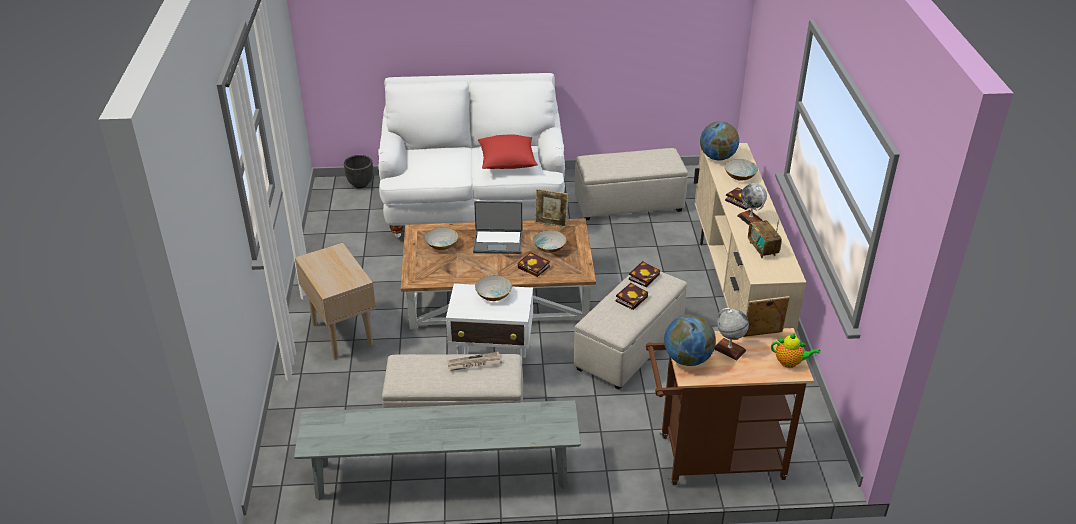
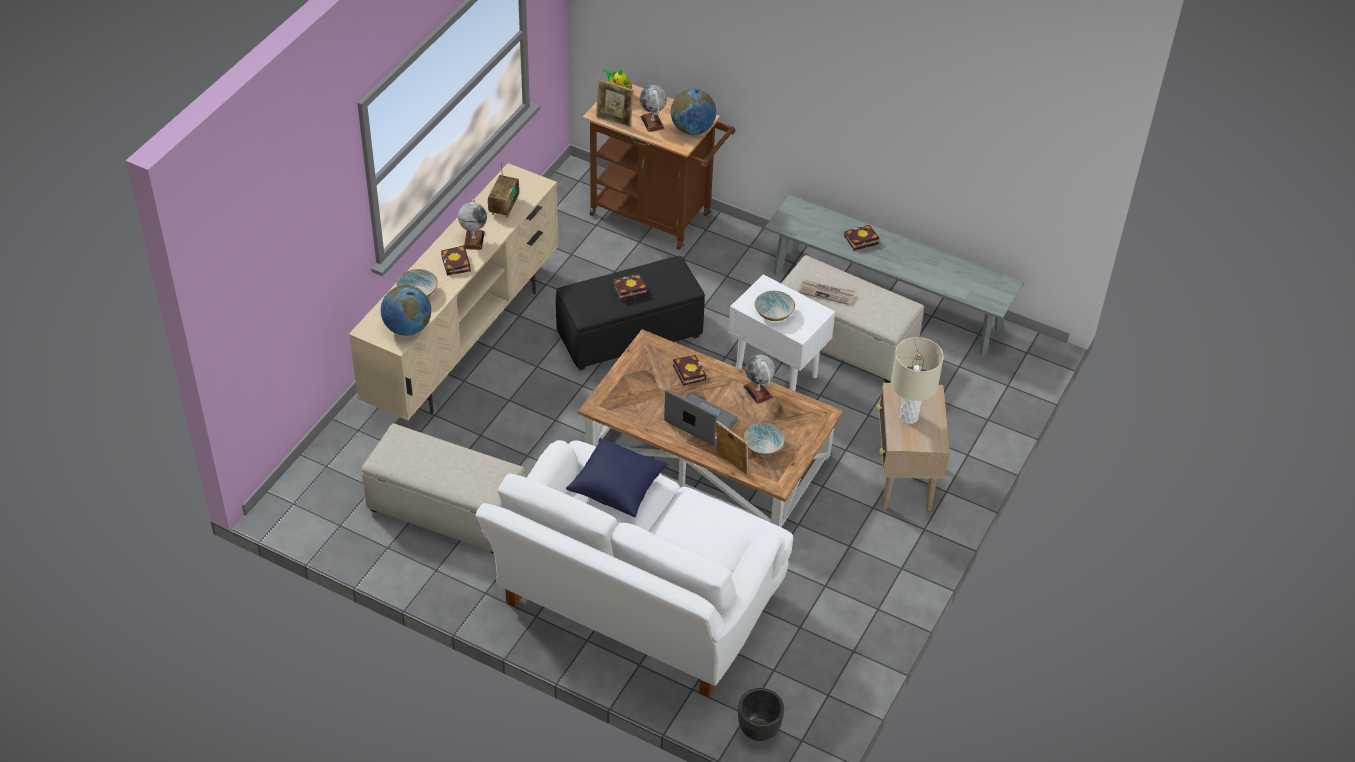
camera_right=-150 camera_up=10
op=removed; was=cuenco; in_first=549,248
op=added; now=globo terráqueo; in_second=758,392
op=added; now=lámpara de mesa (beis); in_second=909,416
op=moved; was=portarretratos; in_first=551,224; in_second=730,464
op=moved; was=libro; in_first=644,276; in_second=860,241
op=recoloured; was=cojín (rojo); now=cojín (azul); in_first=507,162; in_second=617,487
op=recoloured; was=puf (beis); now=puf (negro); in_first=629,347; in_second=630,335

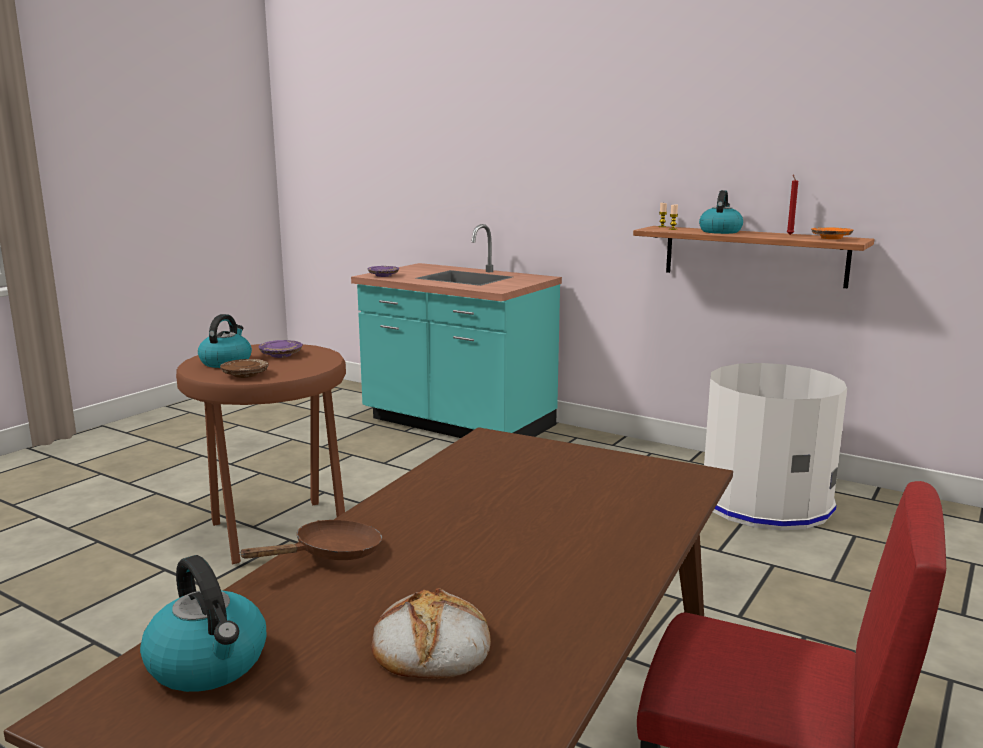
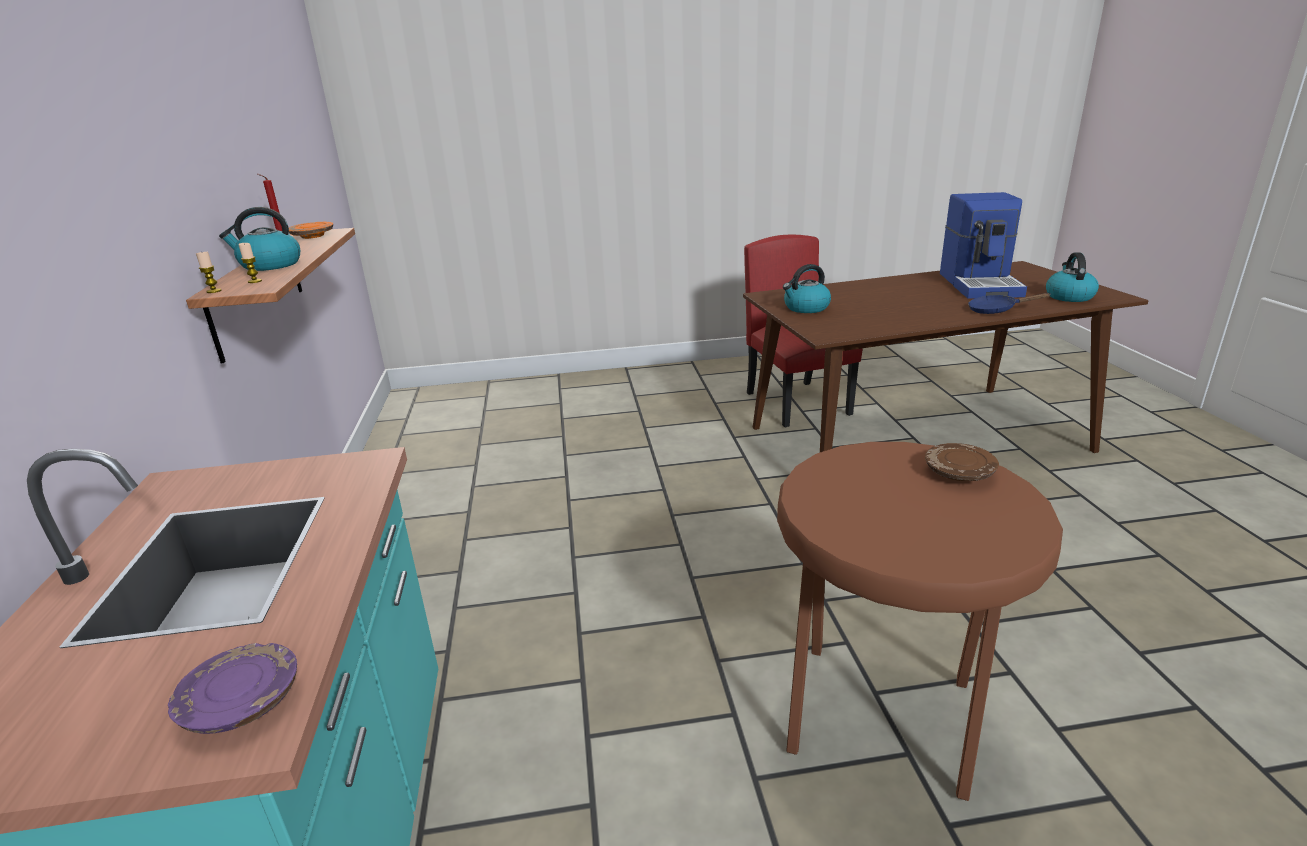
camera_right=-130 camera_up=10
op=removed; was=plato (morado); in_first=281,355
op=removed; was=papelera (blanco); in_first=765,502
op=moved; was=hervidor; in_first=226,362; in_second=806,308
op=replaced; was=pan; now=cafetera; in_first=430,646; in_second=980,284
op=recoloured; was=sartén (marrón); now=sartén (azul); in_first=330,554; in_second=996,310

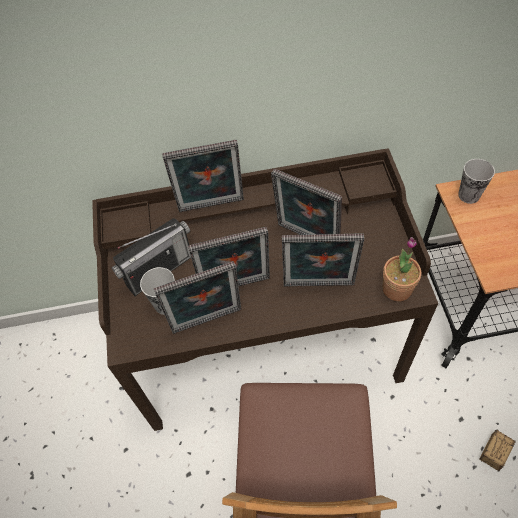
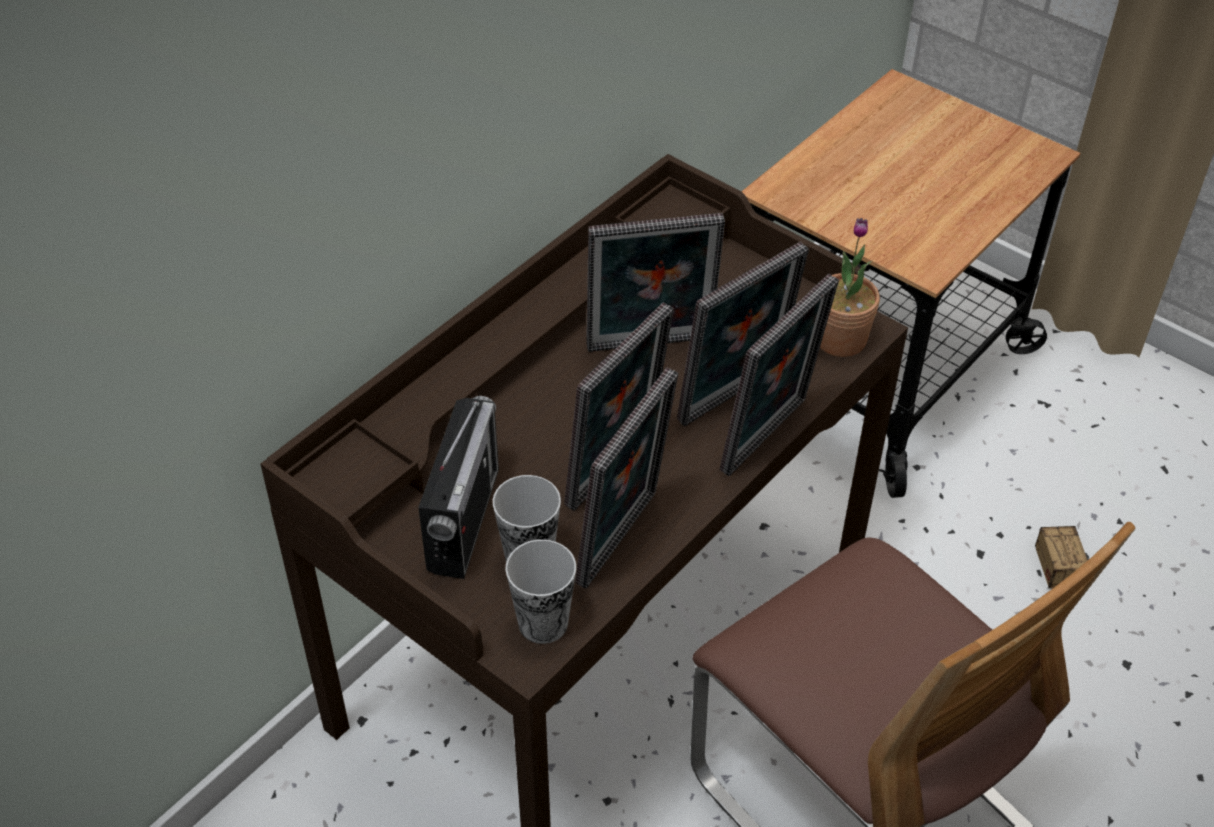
camera_right=-45 camera_up=-10
op=moved; was=portarretratos; in_first=211,207; in_second=770,438
op=moved; was=taza; in_first=468,195; in_second=543,623

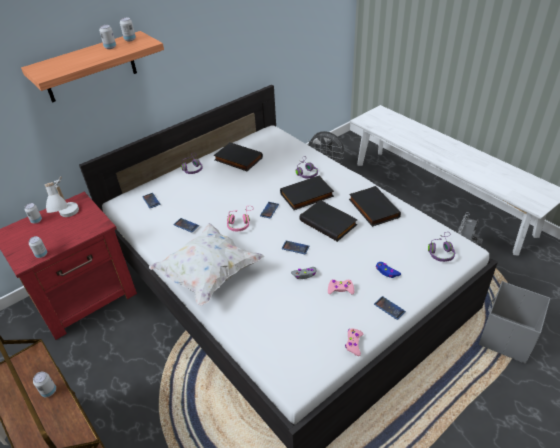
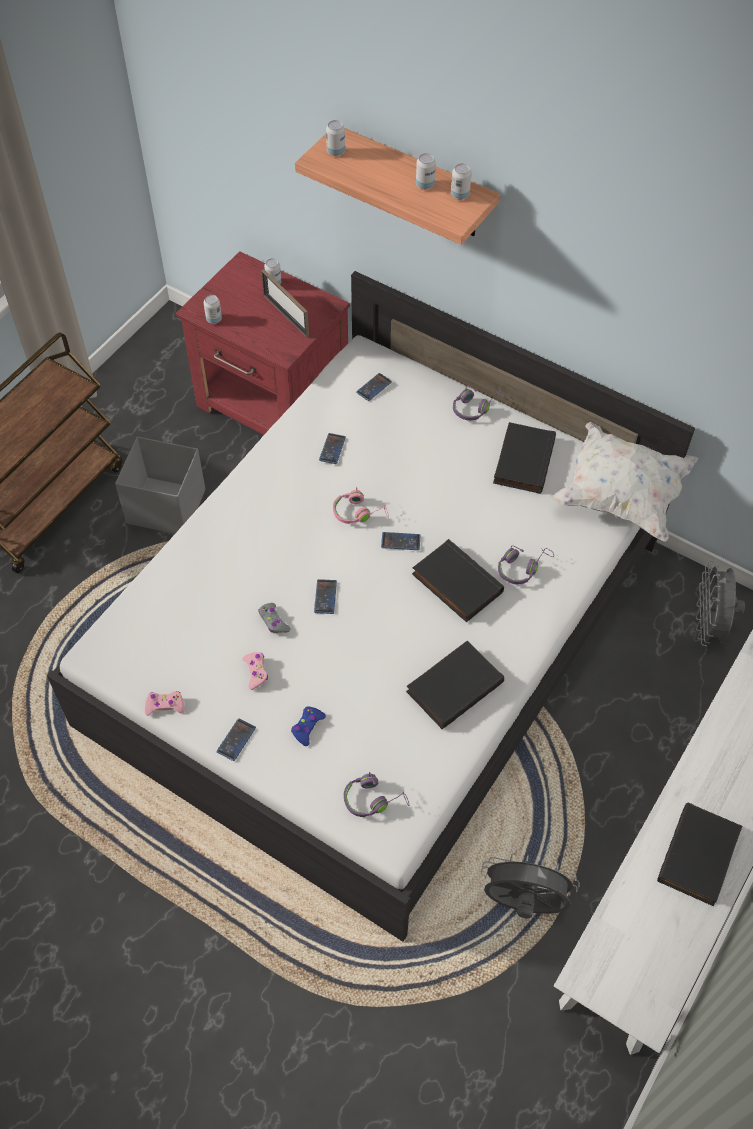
camera_right=70 camera_up=15
op=moved; was=lata; in_first=49,391; in_second=336,152
op=moved; was=cojín (blanco); in_first=209,275; in_second=620,496
op=moved; was=libro (negro); in_first=329,222; in_second=700,857
op=moved; was=caja de almacenaje (gris); in_first=506,337; in_second=165,506
op=replaced; was=lámpara de mesa (blanco); now=portarretratos; in_first=70,219; in_second=286,315

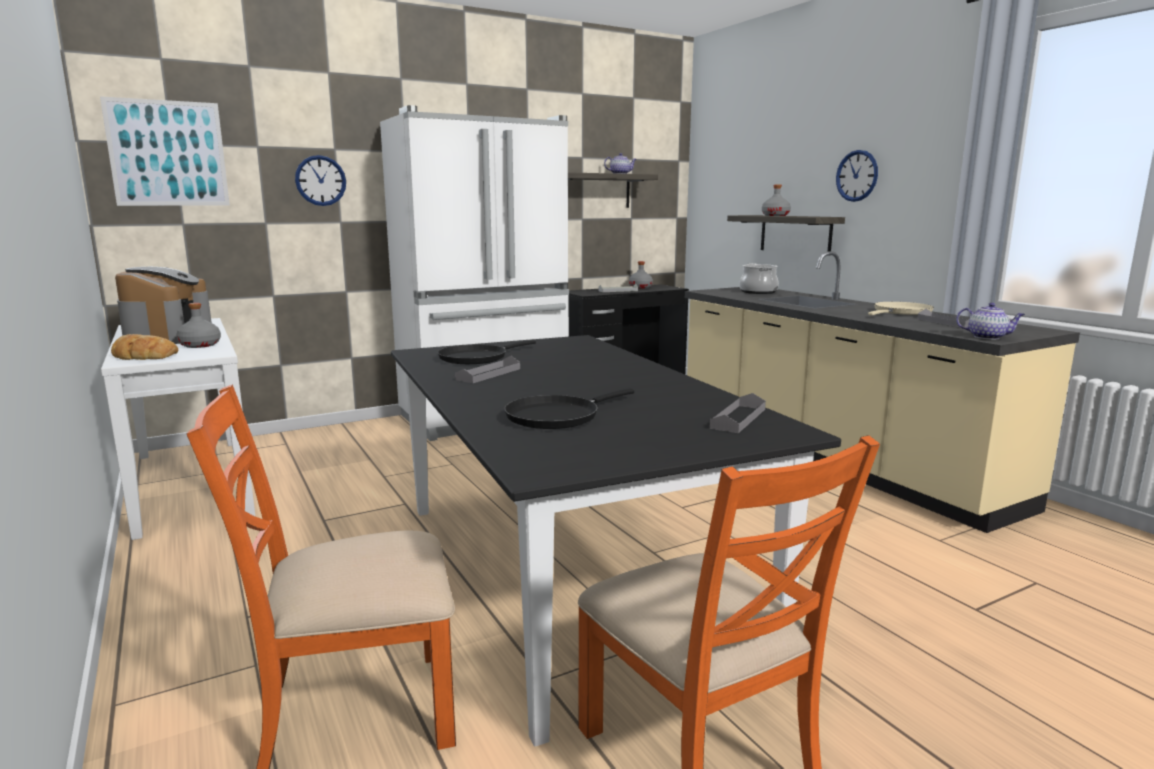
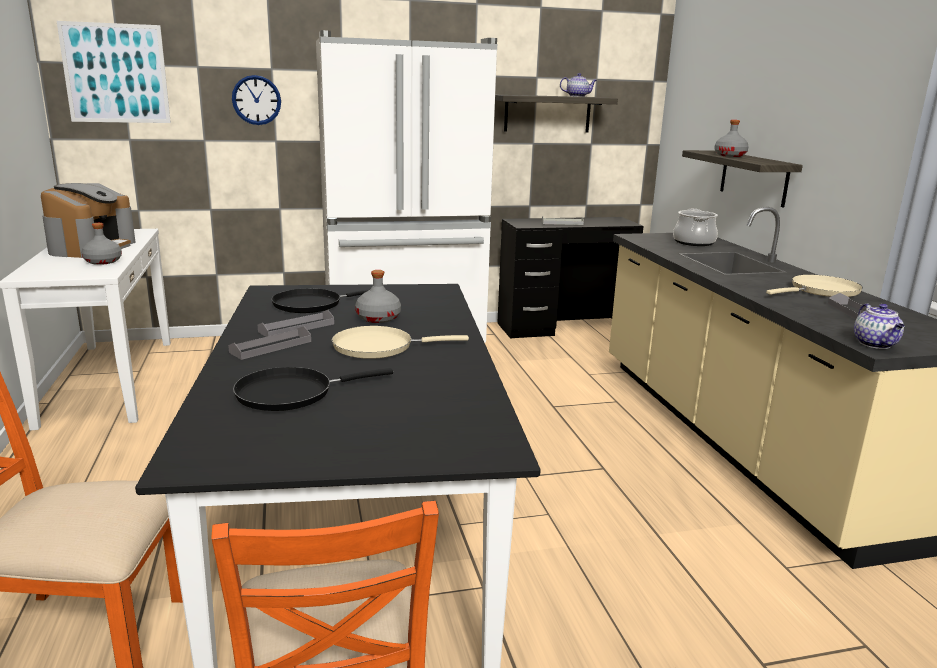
camera_right=15 camera_up=5
op=removed; was=pan; in_first=143,356
op=removed; was=reloj de pared; in_first=857,176
op=added; now=sartén (beis); in_second=379,347
op=moved; was=botella (gris); in_first=640,287; in_second=379,318
op=moved; was=bandeja (gris); in_first=738,418; in_second=271,347
op=turned; was=tetera; in_first=987,337; in_second=876,344; clockwise=45

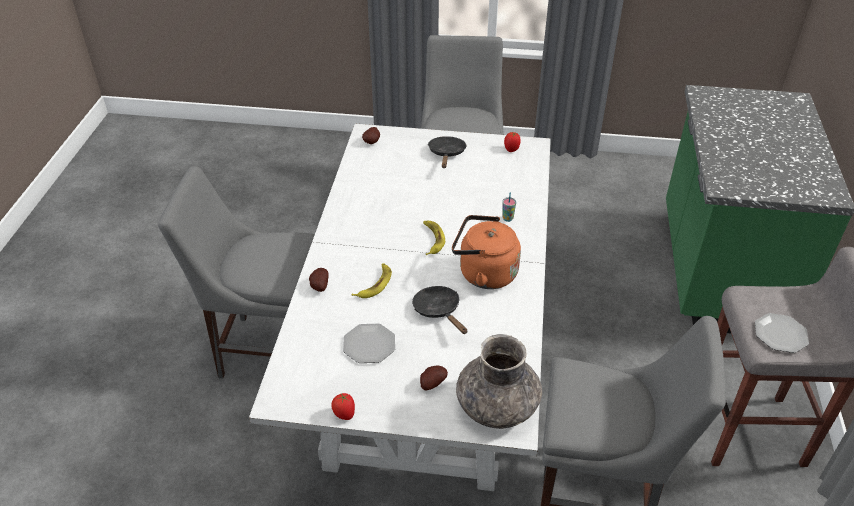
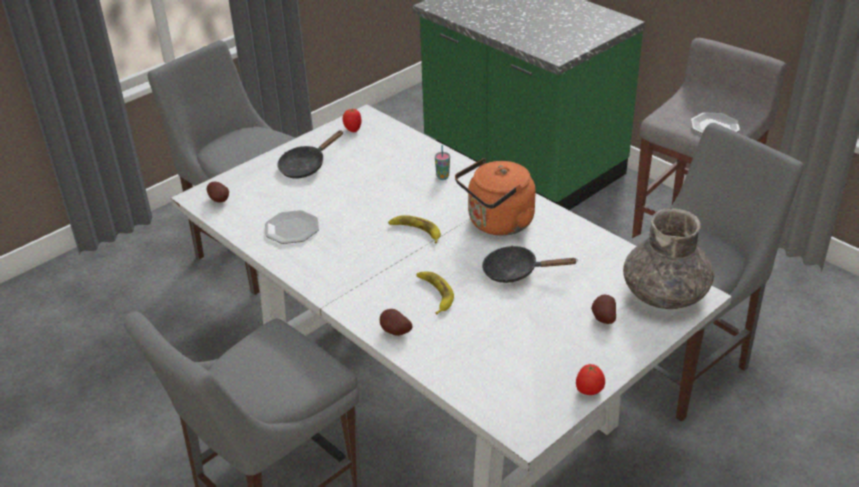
camera_right=-50 camera_up=-5
op=moved; was=plato; in_first=369,344; in_second=292,229
op=turned; was=sartén (negro); in_first=446,154; in_second=306,166; clockwise=-90

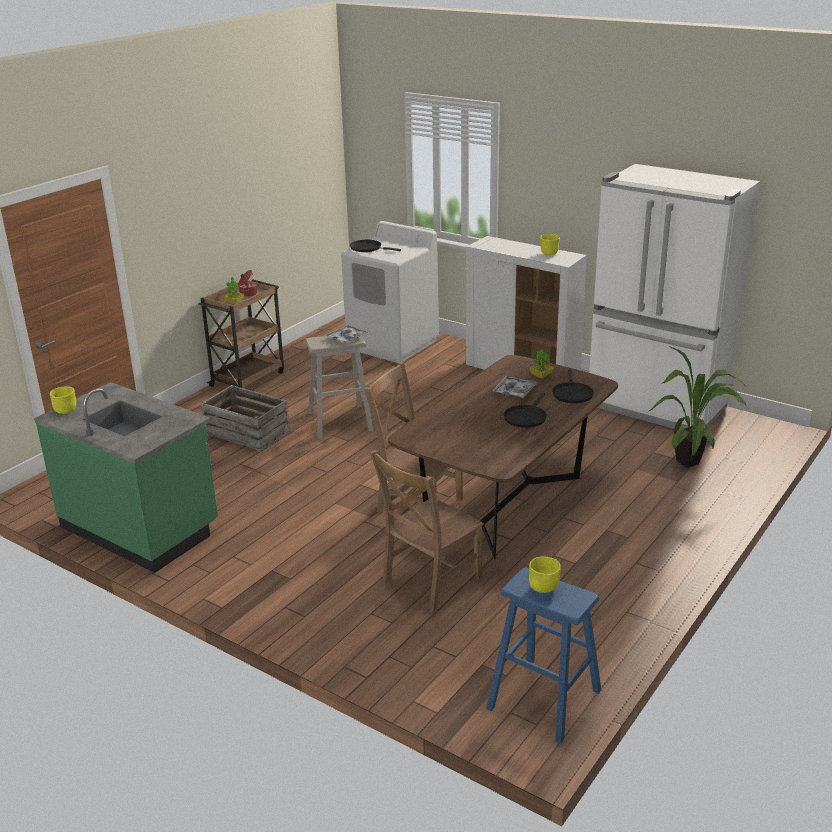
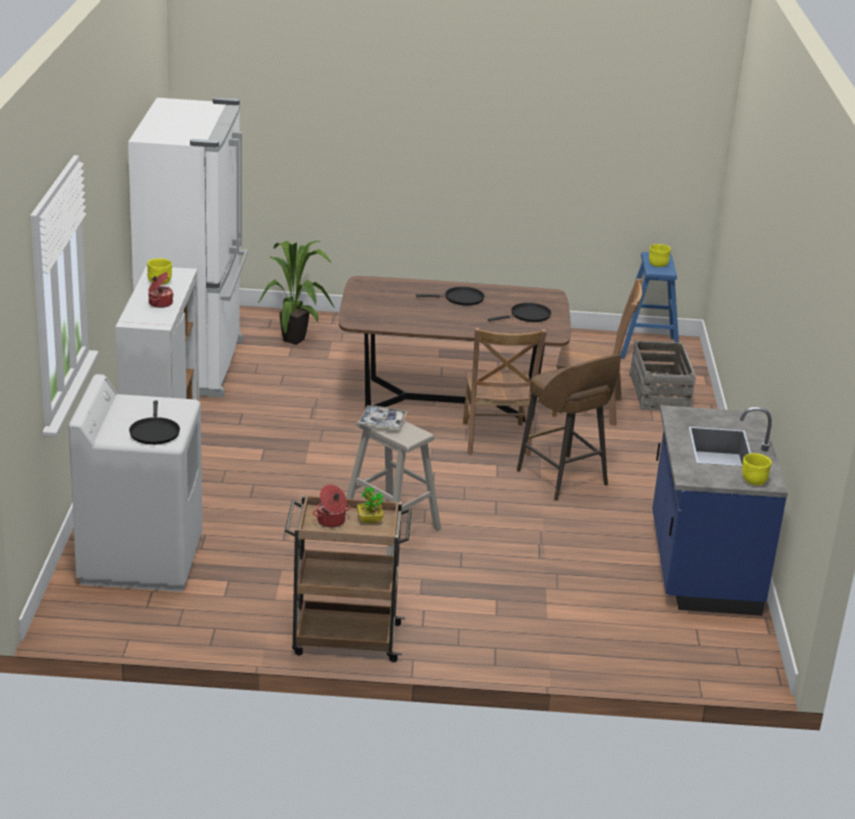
camera_right=-125 camera_up=0
op=removed; was=bandeja; in_first=514,391
op=removed; was=planta en maceta; in_first=541,376
op=added; now=olla; in_second=160,303
op=added; now=taburete (marrón); in_second=563,479
op=moved; was=caja de embalaje; in_first=246,433; in_second=660,392
op=moved; was=sartén (negro); in_first=572,394; in_second=528,316
op=recoloured; was=mueble bajo de cocina (verde); now=mueble bajo de cocina (azul); in_first=141,527; in_second=701,567

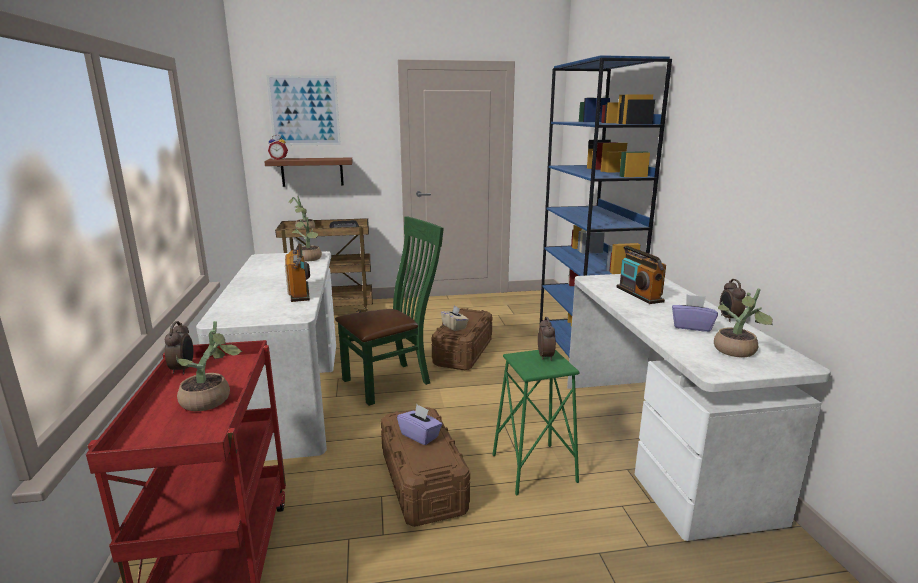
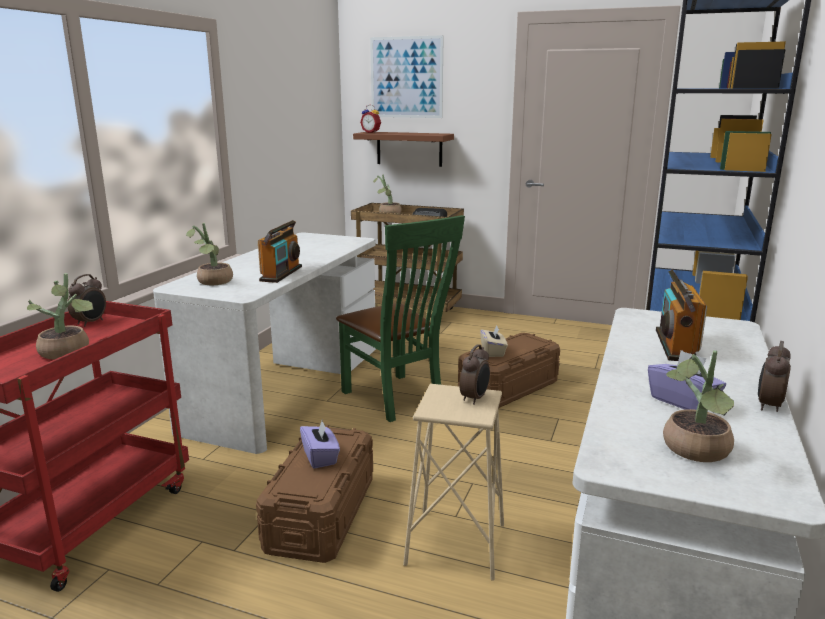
camera_right=30 camera_up=0
op=moved; was=planta en maceta; in_first=309,259; in_second=213,282
op=recoloured; was=taburete (verde); now=taburete (beis); in_first=533,468; in_second=455,544
op=turned; was=silla (verde); in_first=392,381; in_second=396,400; clockwise=60

